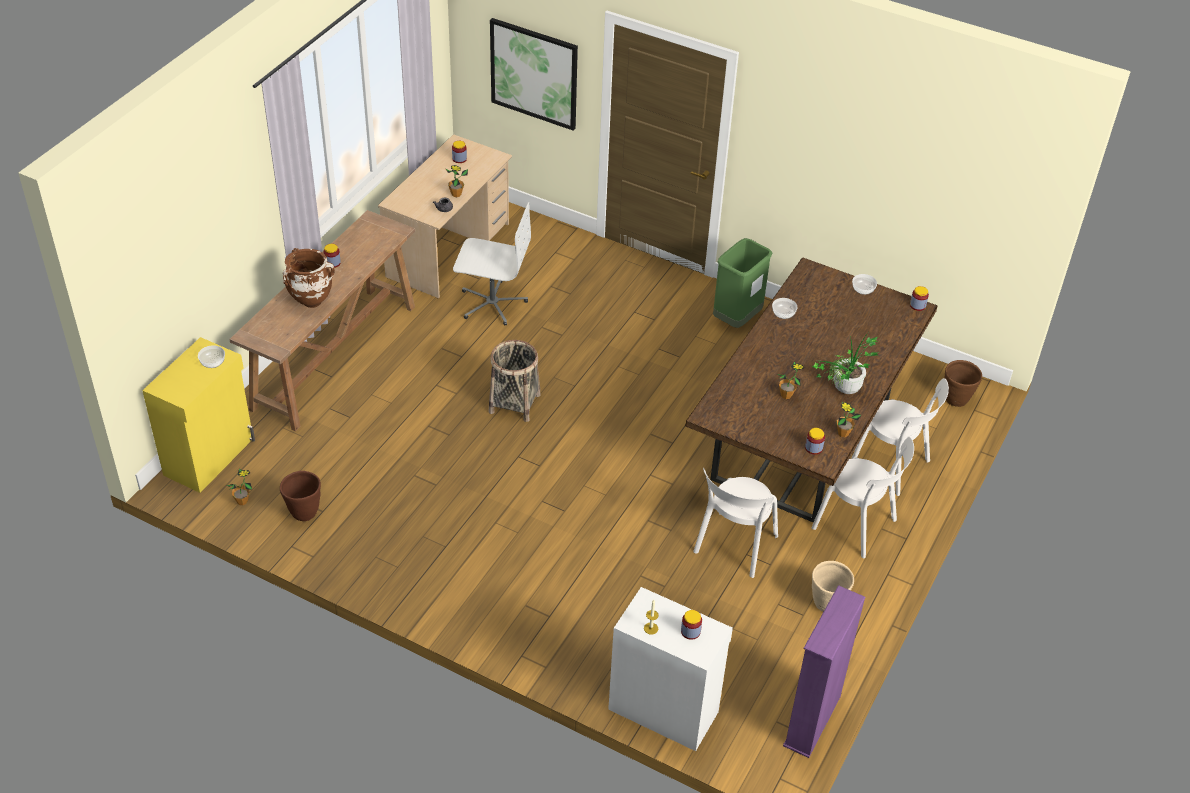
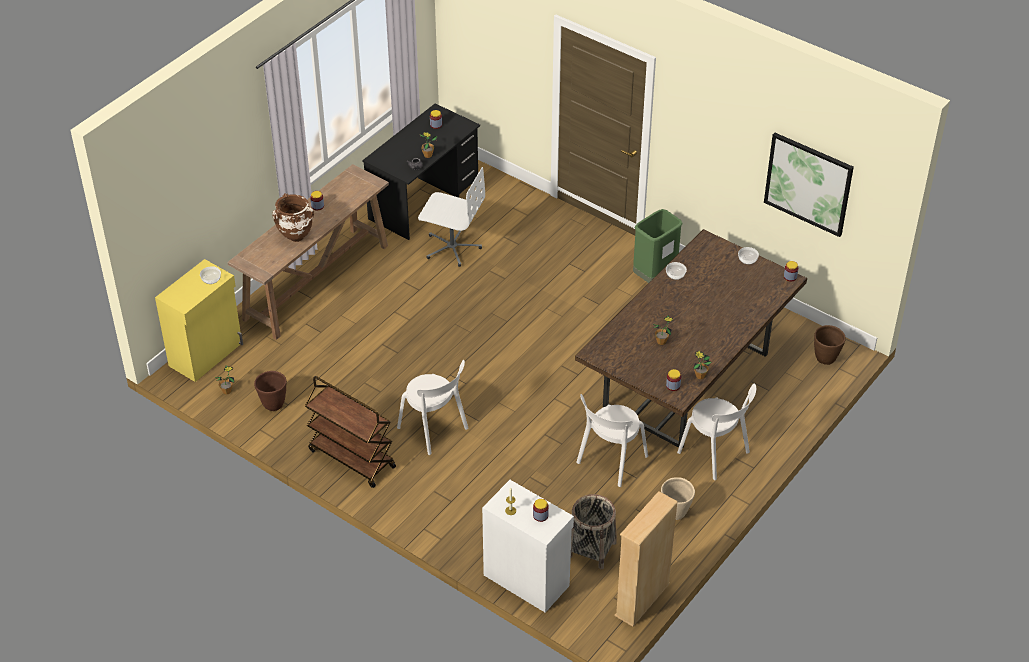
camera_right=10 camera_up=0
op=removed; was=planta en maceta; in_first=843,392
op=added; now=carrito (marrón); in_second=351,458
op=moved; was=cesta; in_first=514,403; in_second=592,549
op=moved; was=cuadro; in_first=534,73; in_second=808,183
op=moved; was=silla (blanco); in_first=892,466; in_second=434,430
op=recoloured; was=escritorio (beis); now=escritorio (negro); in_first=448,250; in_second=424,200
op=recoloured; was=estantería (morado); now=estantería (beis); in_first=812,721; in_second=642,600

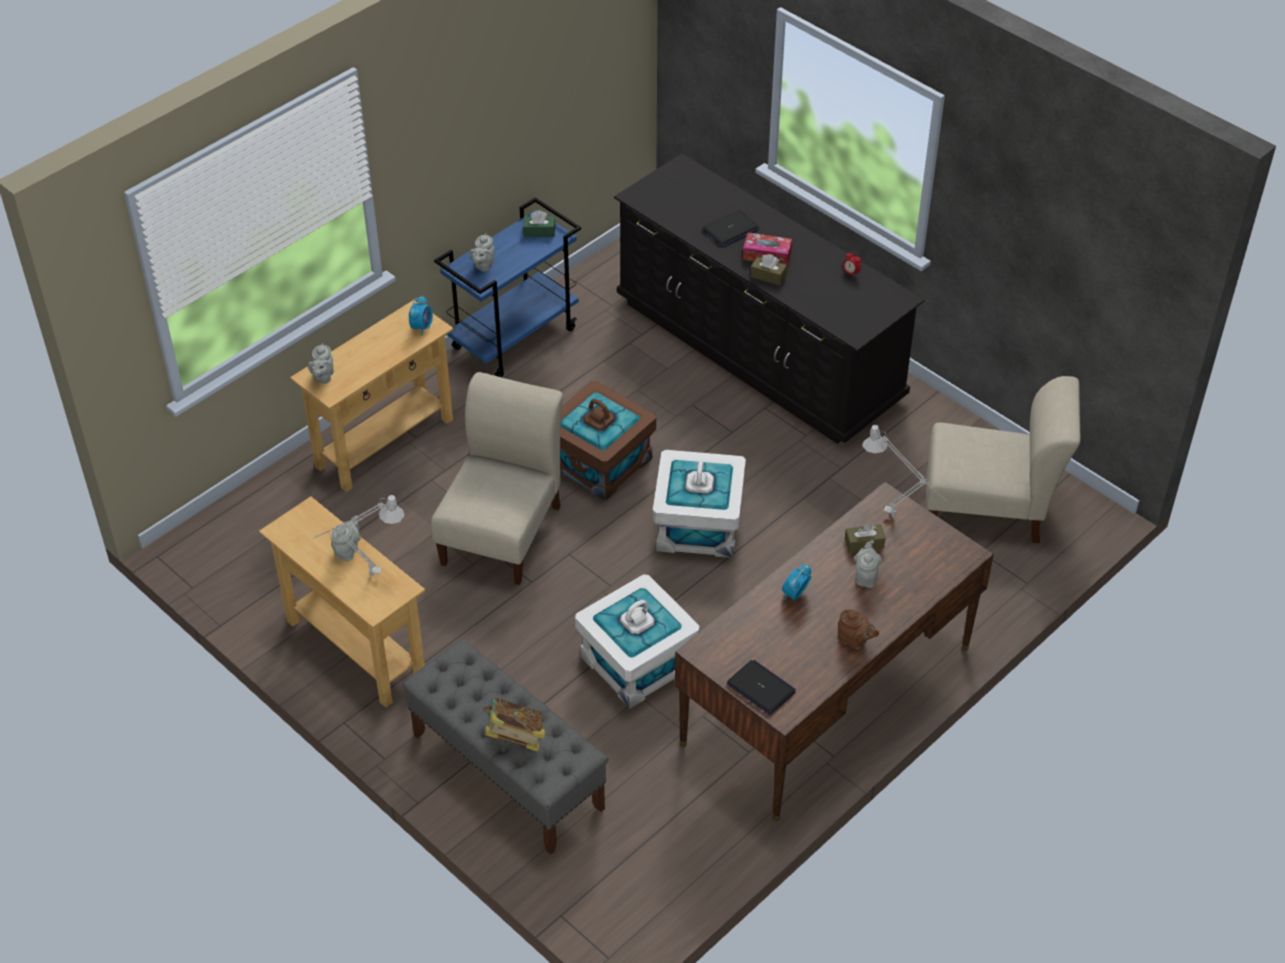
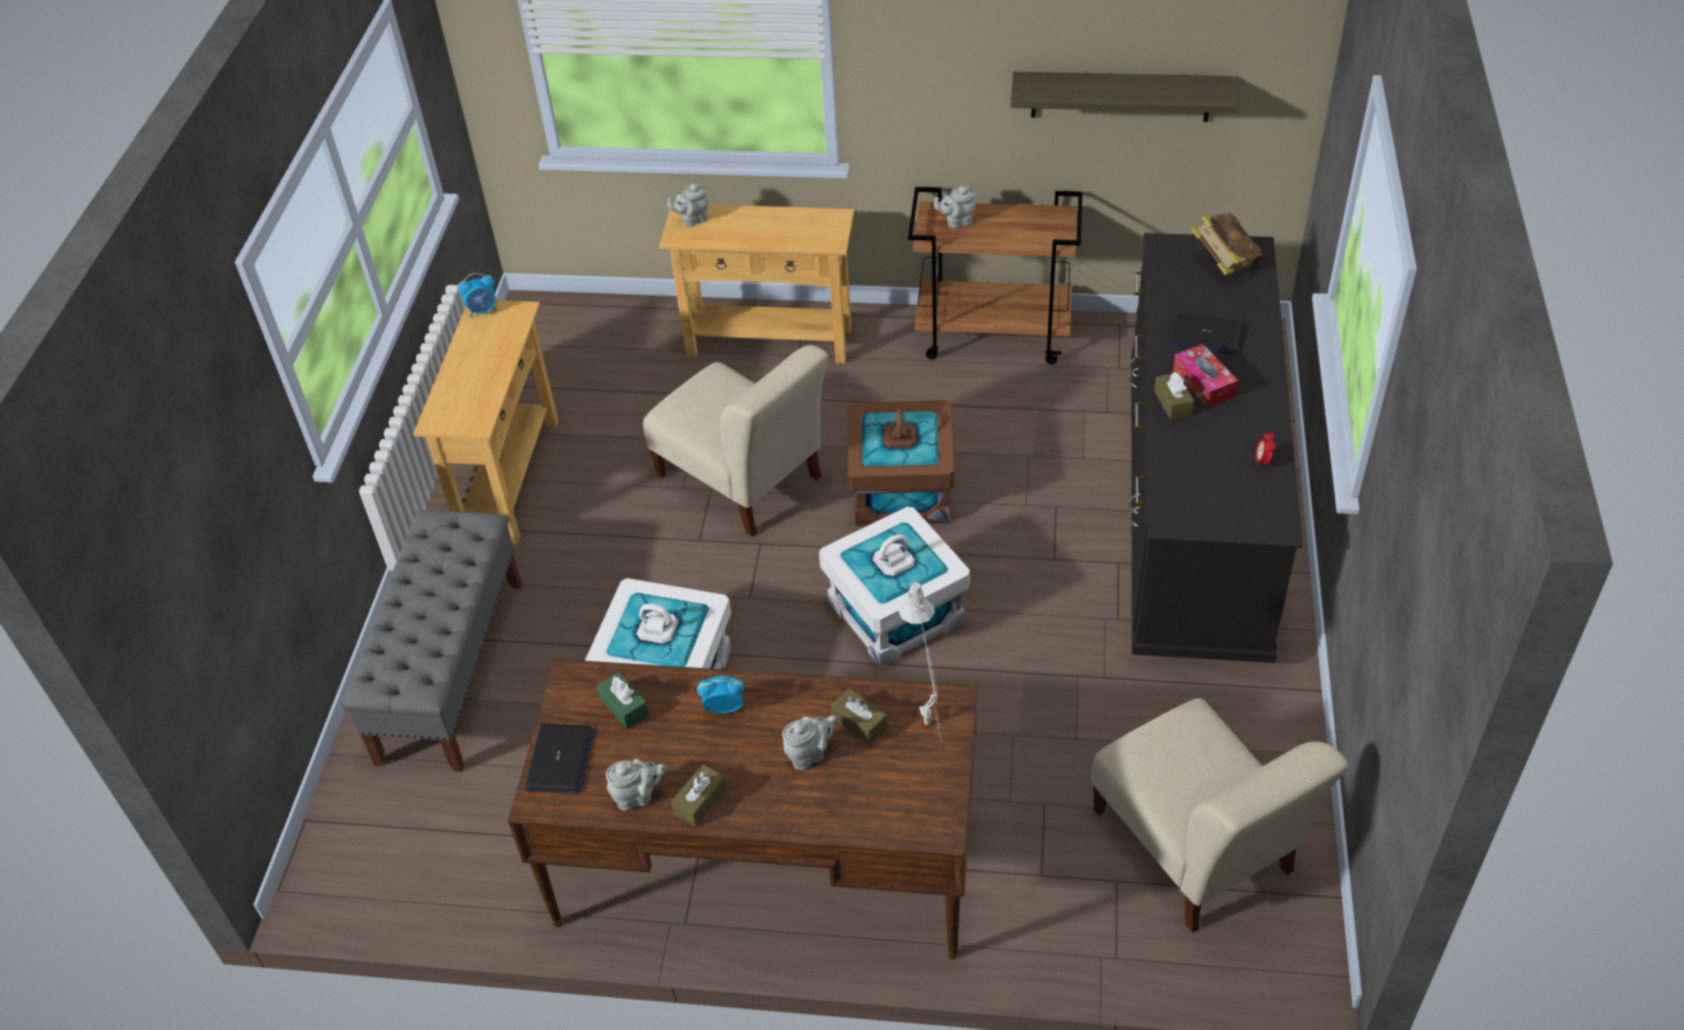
camera_right=55 camera_up=0
op=removed; was=lámpara de mesa (gris); in_first=365,575
op=added; now=estante; in_second=1120,96
op=moved; was=tetera (gris); in_first=348,550; in_second=638,796
op=moved; was=despertador; in_first=422,327; in_second=483,310
op=moved; was=libro; in_first=515,738; in_second=1223,263
op=moved; was=caja de pañuelos (verde); in_first=539,232; in_second=624,707
op=replaced; was=tetera (marrón); now=caja de pañuelos (marrón); in_first=854,641; in_second=700,801
op=recoloured; was=carrito (azul); now=carrito (marrón); in_first=514,338; in_second=994,335
op=turned; was=silla (beis); in_first=503,530; in_second=743,481; clockwise=60

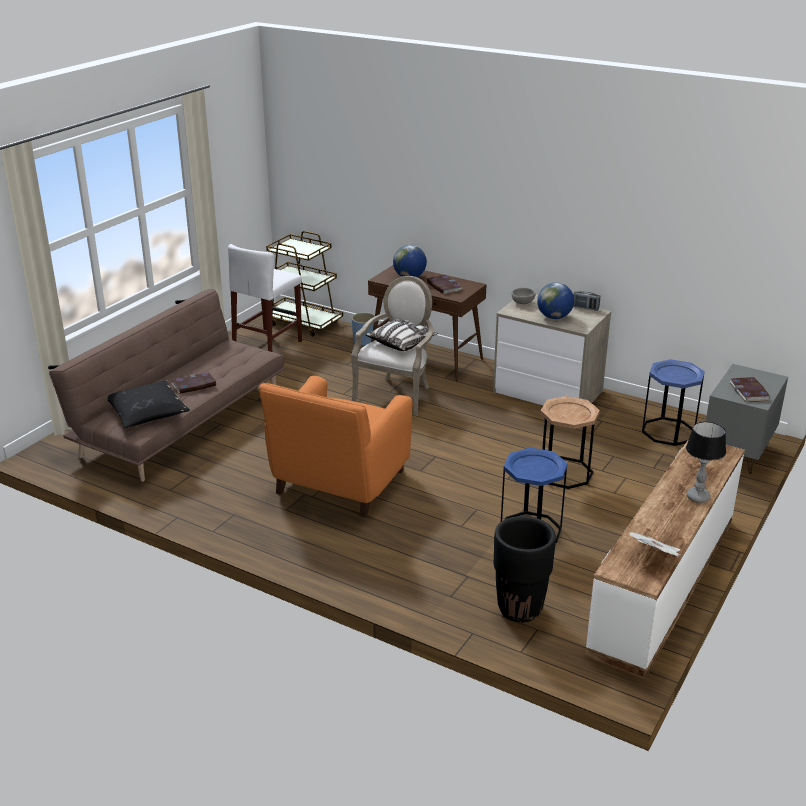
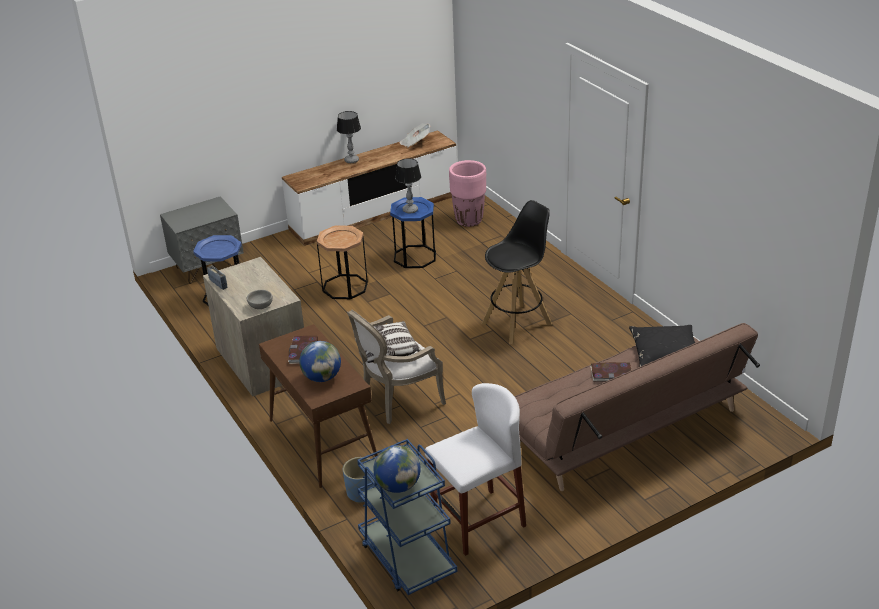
camera_right=-150 camera_up=5
op=removed; was=libro; in_first=749,392
op=added; now=lámpara de mesa; in_second=410,210
op=moved; was=globo terráqueo; in_first=554,317; in_second=398,486
op=replaced; was=sillón (naranja); now=taburete (negro); in_first=338,483; in_second=517,323
op=recoloured; was=carrito (marrón); now=carrito (azul); in_first=303,323; in_second=407,558
op=recoloured; was=maceta (negro); now=maceta (rosa); in_first=519,609; in_second=469,220

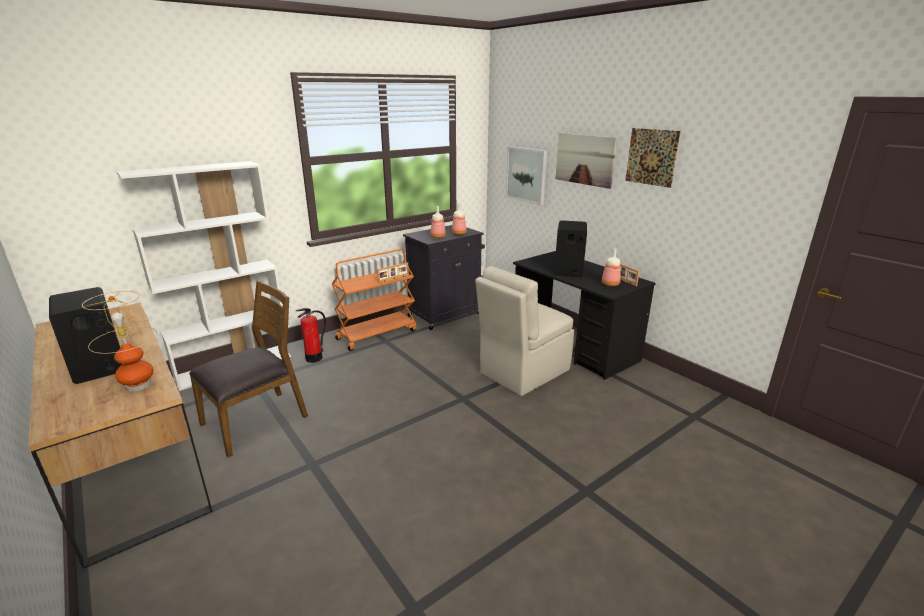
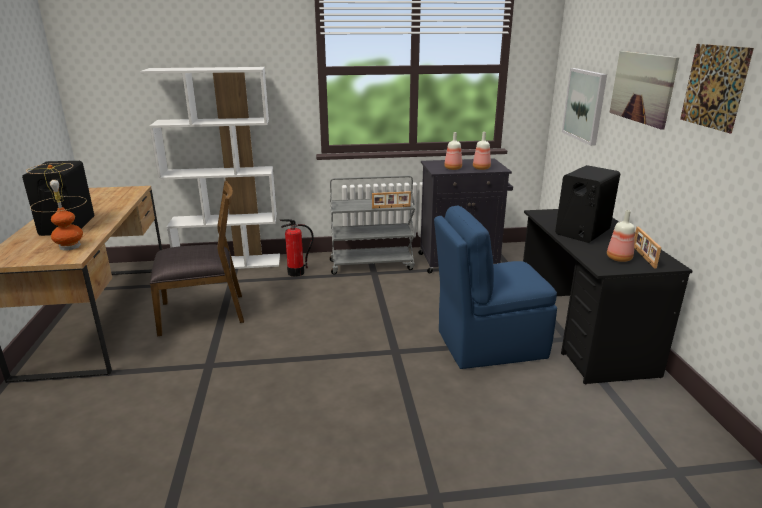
camera_right=30 camera_up=0
op=recoloured; was=carrito (naranja); now=carrito (gris); in_first=377,334; in_second=372,265
op=recoloured; was=silla (beis); now=silla (azul); in_first=522,372; in_second=488,344

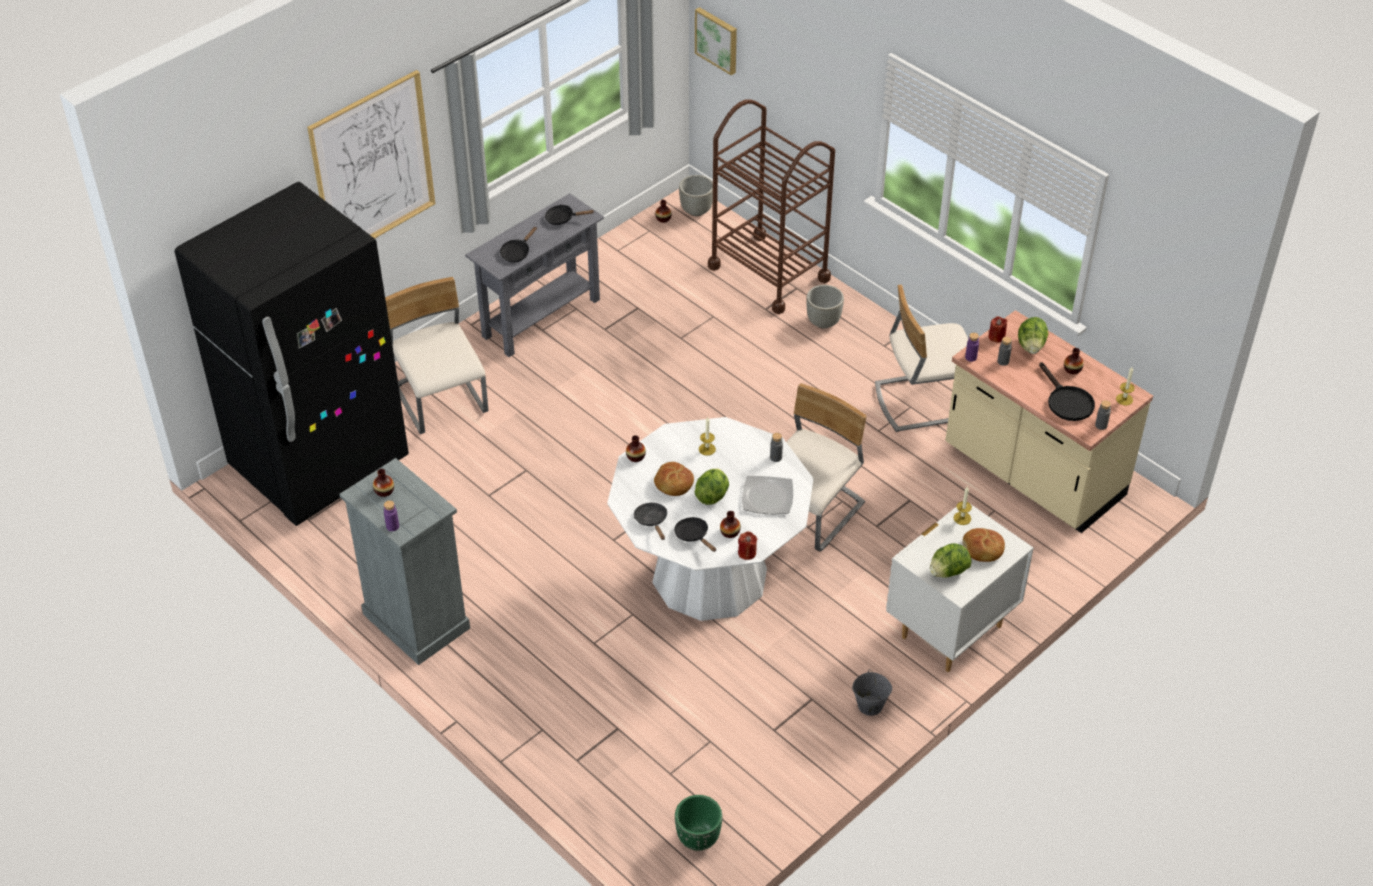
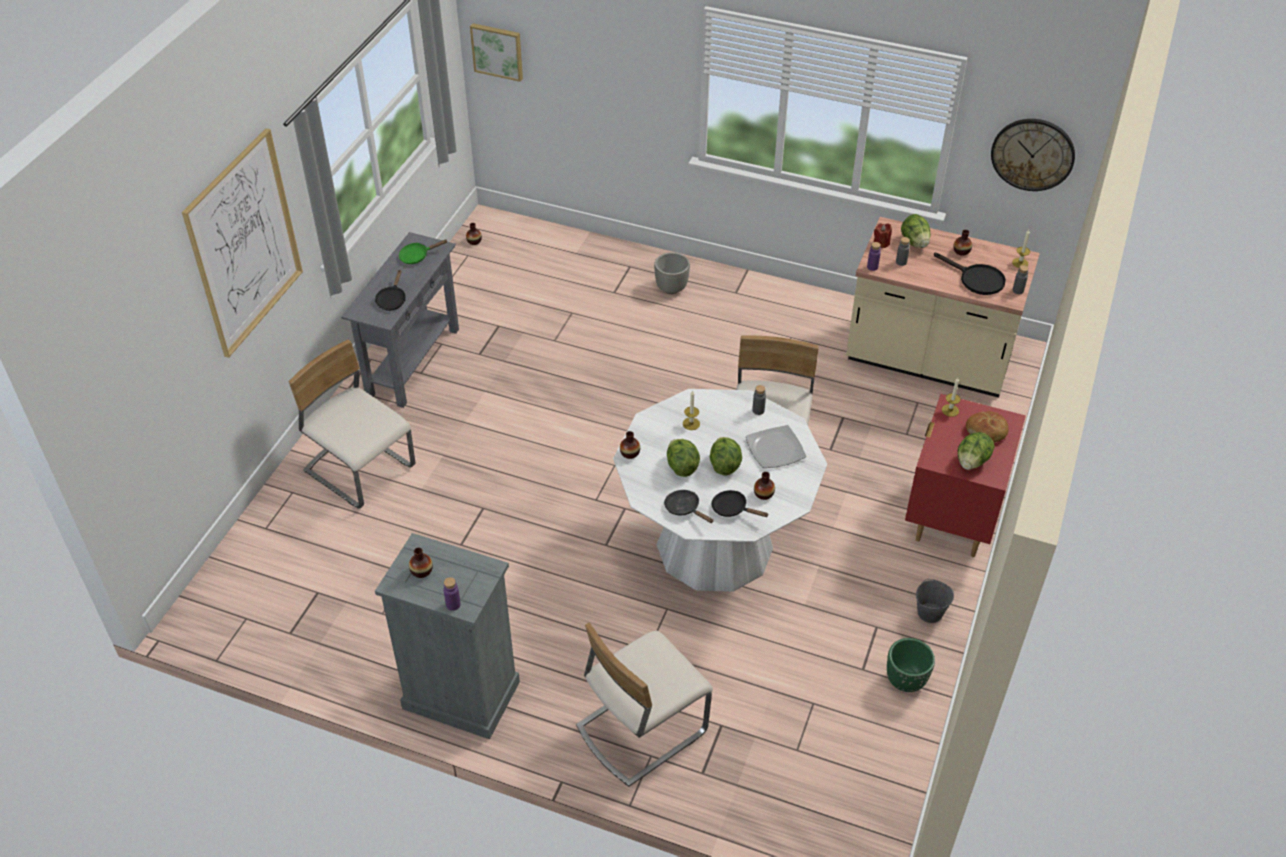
camera_right=-25 camera_up=0
op=removed; was=nevera (negro); in_first=320,464
op=removed; was=maceta (gris); in_first=696,210
op=removed; was=carrito (marrón); in_first=769,273
op=removed; was=vela (rojo); in_first=747,553
op=added; now=reloj de pared; in_second=1033,154
op=moved; was=maceta (verde); in_first=697,838; in_second=905,681
op=moved; was=silla (beis); in_first=923,401; in_second=641,729
op=replaced; was=pan; now=lechuga; in_first=673,484; in_second=681,466
op=recoloured; was=sartén (negro); now=sartén (verde); in_first=562,218; in_second=417,256
op=recoloured; was=mesita de noche (blanco); now=mesita de noche (rojo); in_first=950,631; in_second=951,520

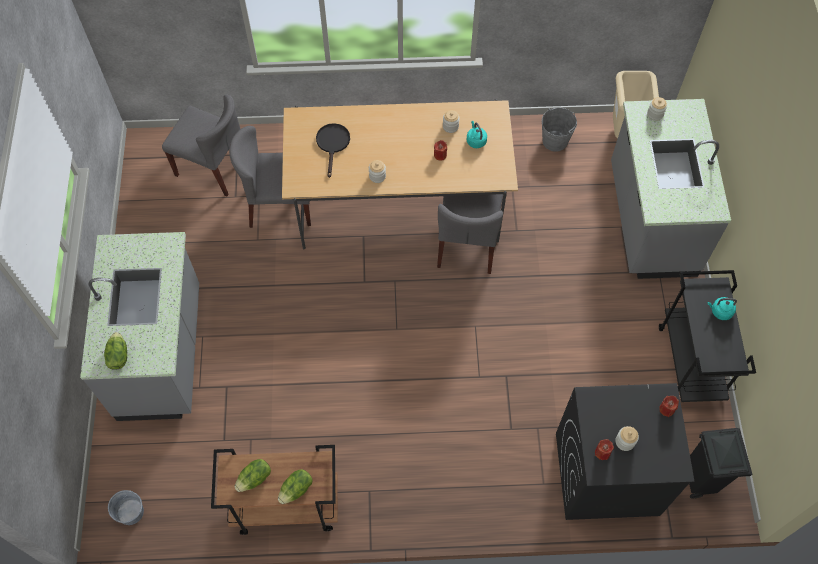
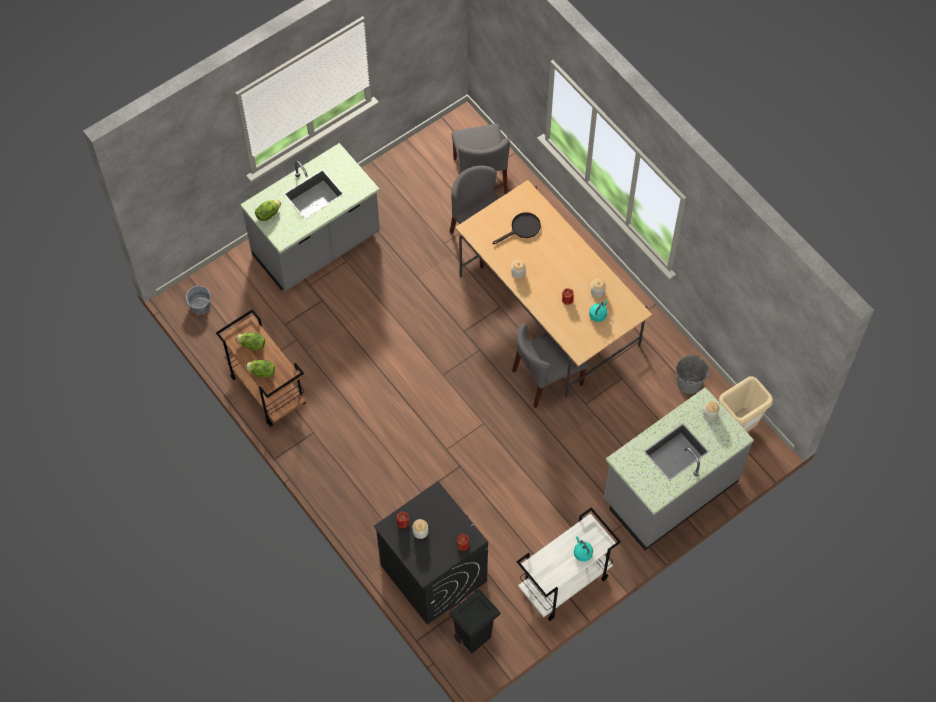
camera_right=55 camera_up=0
op=recoloured; was=carrito (negro); now=carrito (blanco); in_first=691,363; in_second=564,584

